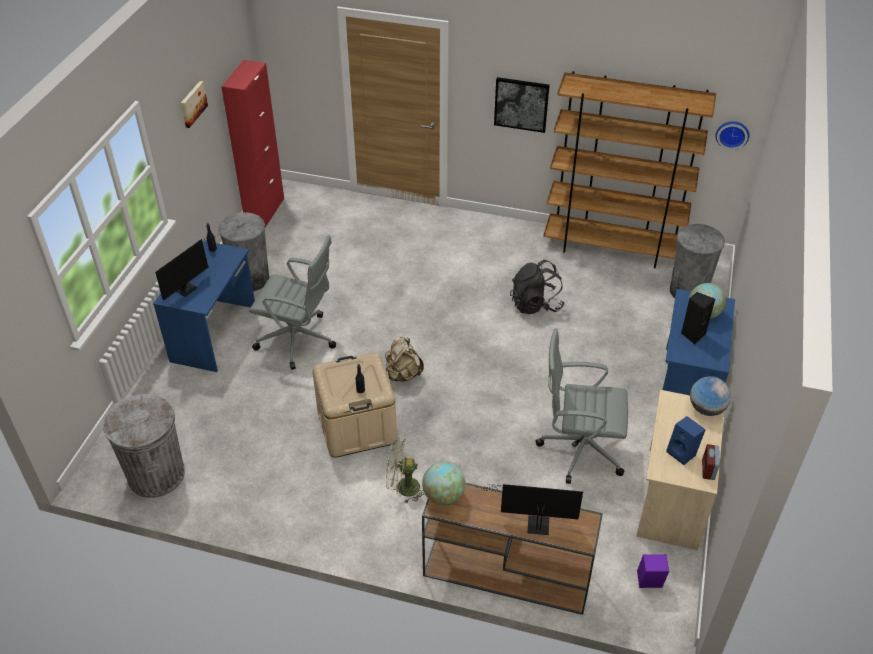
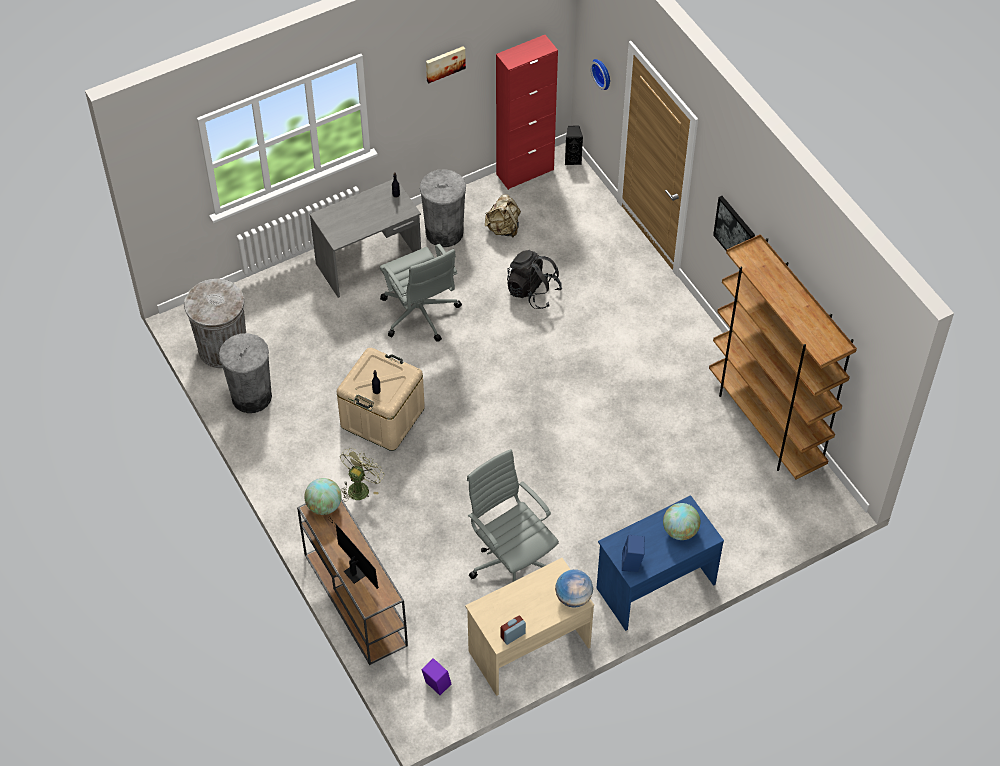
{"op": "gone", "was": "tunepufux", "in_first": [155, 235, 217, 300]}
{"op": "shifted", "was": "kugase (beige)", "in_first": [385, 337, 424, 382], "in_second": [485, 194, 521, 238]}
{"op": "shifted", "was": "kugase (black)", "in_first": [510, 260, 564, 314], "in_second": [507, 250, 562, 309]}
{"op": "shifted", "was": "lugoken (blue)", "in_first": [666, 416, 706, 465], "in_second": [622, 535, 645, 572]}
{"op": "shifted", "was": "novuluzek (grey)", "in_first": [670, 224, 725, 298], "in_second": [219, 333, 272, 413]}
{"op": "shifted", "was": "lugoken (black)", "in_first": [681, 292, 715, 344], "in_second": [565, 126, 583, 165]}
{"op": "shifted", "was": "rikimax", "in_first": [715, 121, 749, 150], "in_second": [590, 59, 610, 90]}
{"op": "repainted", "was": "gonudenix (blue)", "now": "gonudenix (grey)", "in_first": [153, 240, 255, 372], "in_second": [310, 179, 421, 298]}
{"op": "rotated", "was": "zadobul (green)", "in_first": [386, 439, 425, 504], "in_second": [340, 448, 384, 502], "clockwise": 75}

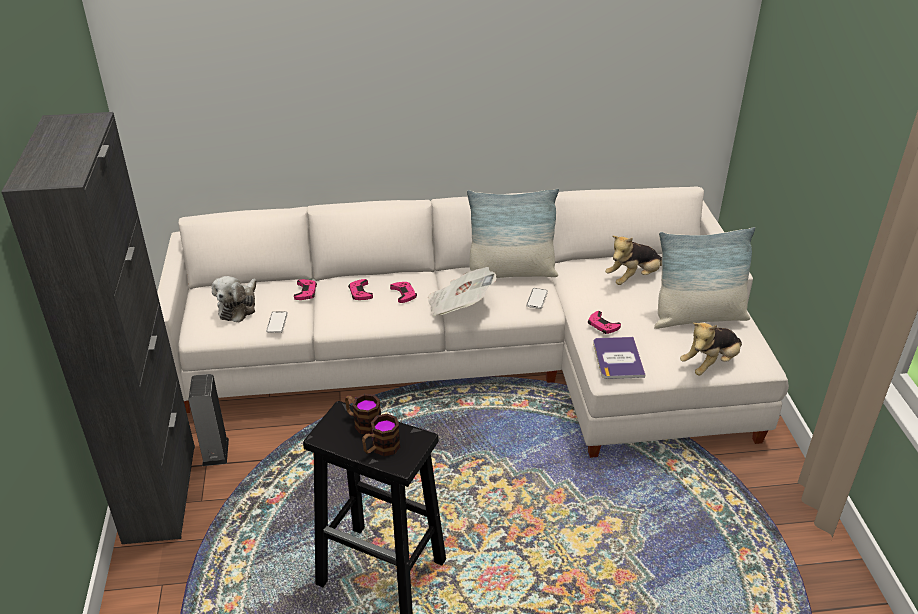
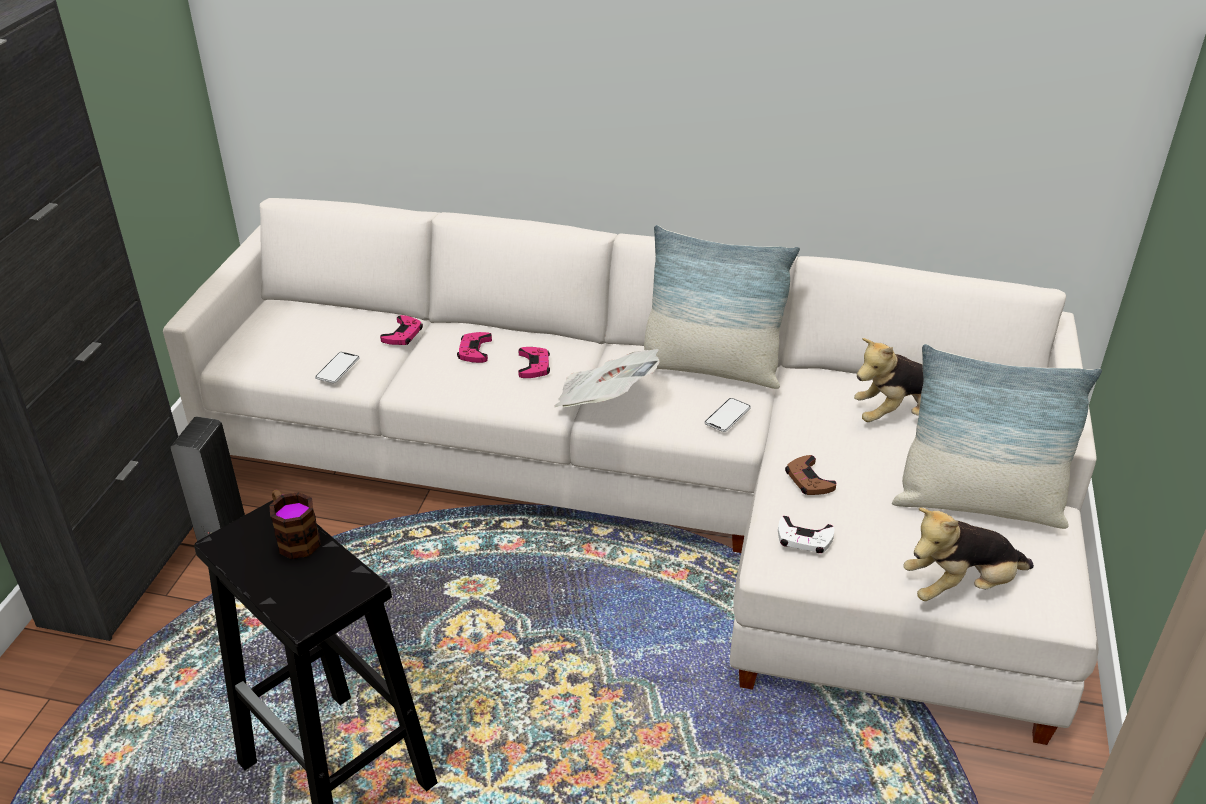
{"op": "gone", "was": "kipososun", "in_first": [212, 276, 257, 323]}
{"op": "gone", "was": "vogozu", "in_first": [362, 413, 400, 456]}
{"op": "swapped", "was": "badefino", "now": "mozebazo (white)", "in_first": [593, 337, 645, 379], "in_second": [778, 516, 834, 553]}
{"op": "repainted", "was": "mozebazo (pink)", "now": "mozebazo (brown)", "in_first": [588, 311, 621, 334], "in_second": [785, 455, 836, 495]}

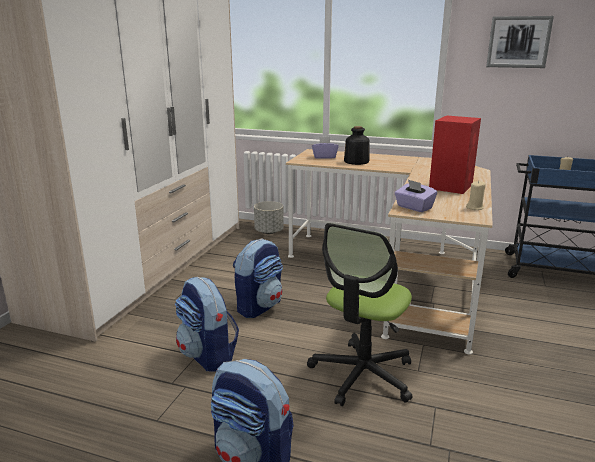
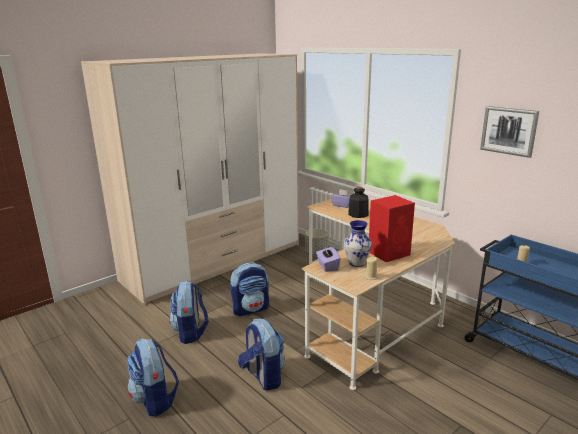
{"op": "new", "now": "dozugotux", "in_second": [344, 220, 372, 267]}
{"op": "swapped", "was": "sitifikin", "now": "kugase", "in_first": [307, 223, 413, 406], "in_second": [238, 319, 285, 391]}

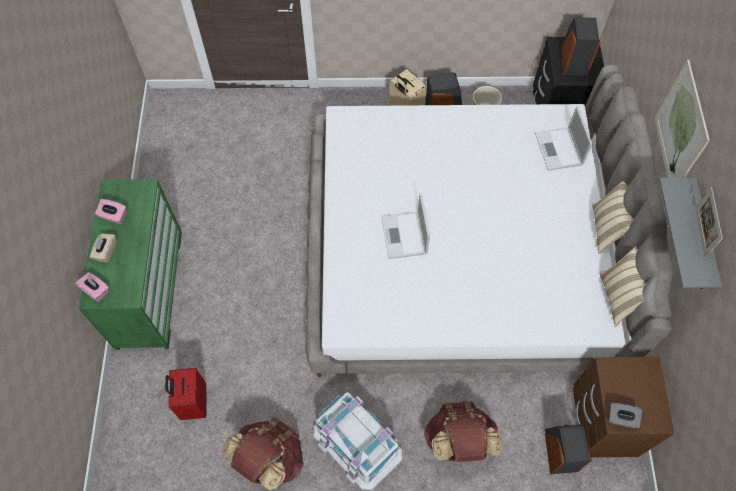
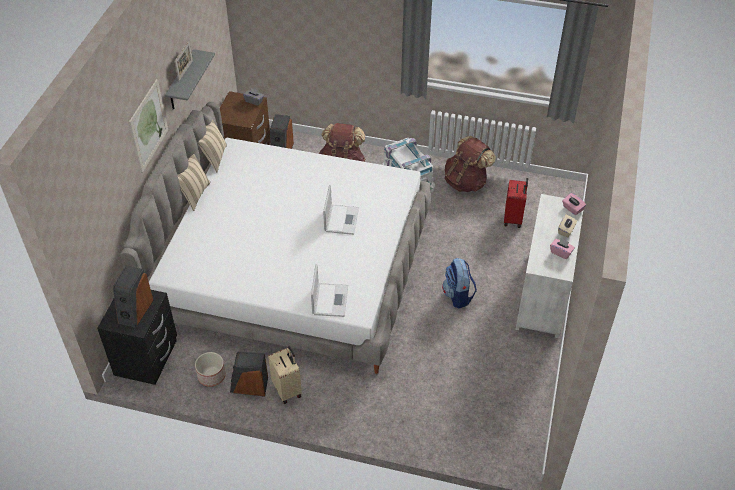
{"op": "new", "now": "kugase", "in_second": [442, 258, 477, 309]}
{"op": "shifted", "was": "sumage", "in_first": [535, 106, 593, 171], "in_second": [311, 264, 348, 317]}
{"op": "repainted", "was": "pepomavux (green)", "now": "pepomavux (white)", "in_first": [79, 179, 182, 350], "in_second": [515, 194, 583, 338]}

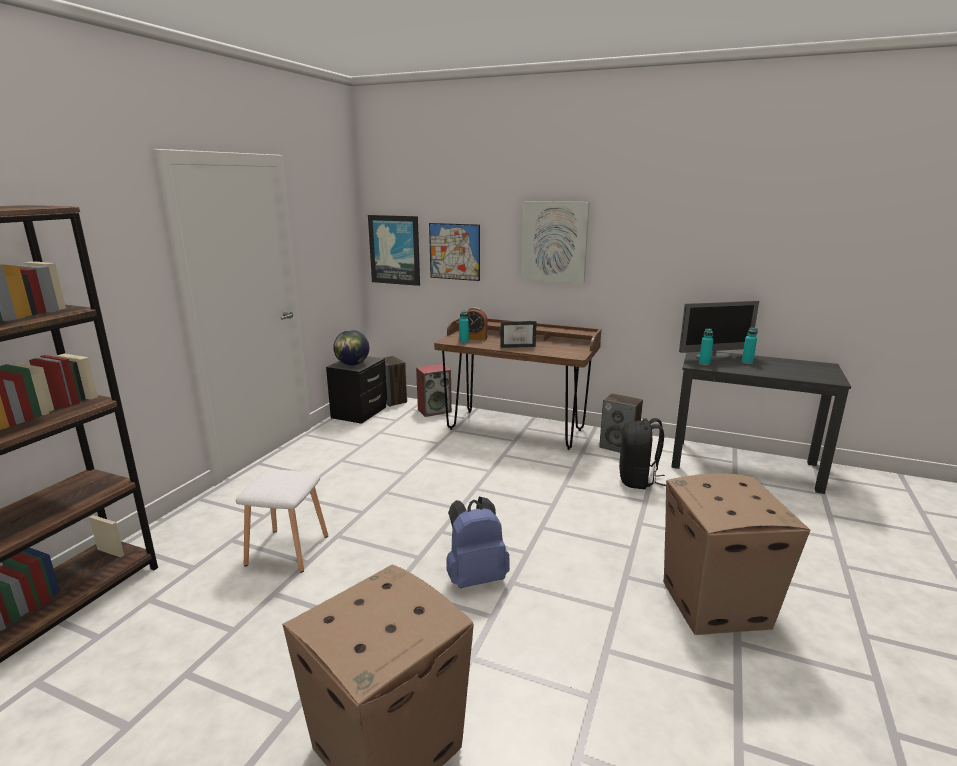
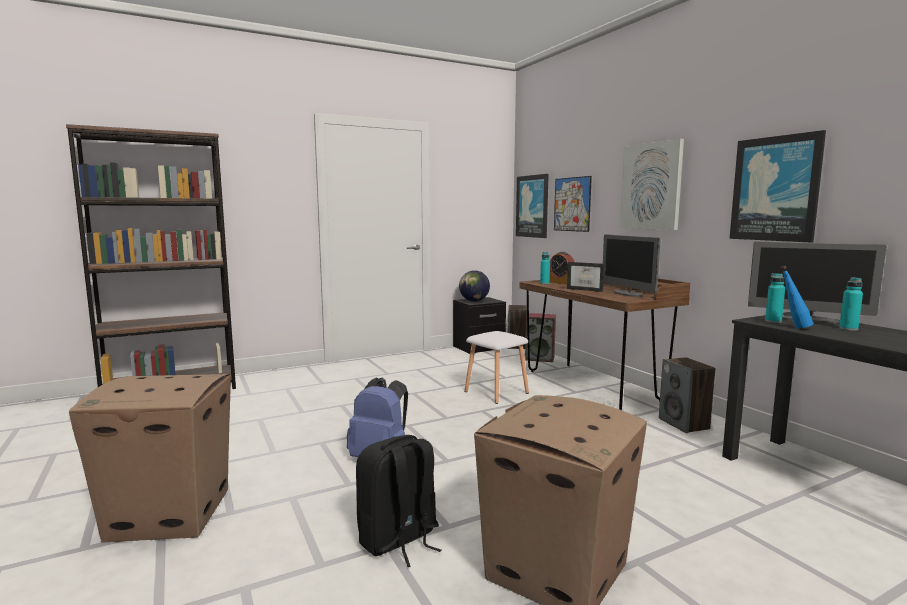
{"op": "new", "now": "tunepufux", "in_second": [603, 234, 661, 297]}
{"op": "new", "now": "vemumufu", "in_second": [730, 130, 826, 243]}
{"op": "new", "now": "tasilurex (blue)", "in_second": [781, 266, 813, 328]}
{"op": "shifted", "was": "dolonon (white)", "in_first": [236, 469, 328, 573], "in_second": [464, 331, 529, 404]}
{"op": "shifted", "was": "kugase (black)", "in_first": [619, 418, 666, 489], "in_second": [356, 435, 442, 567]}

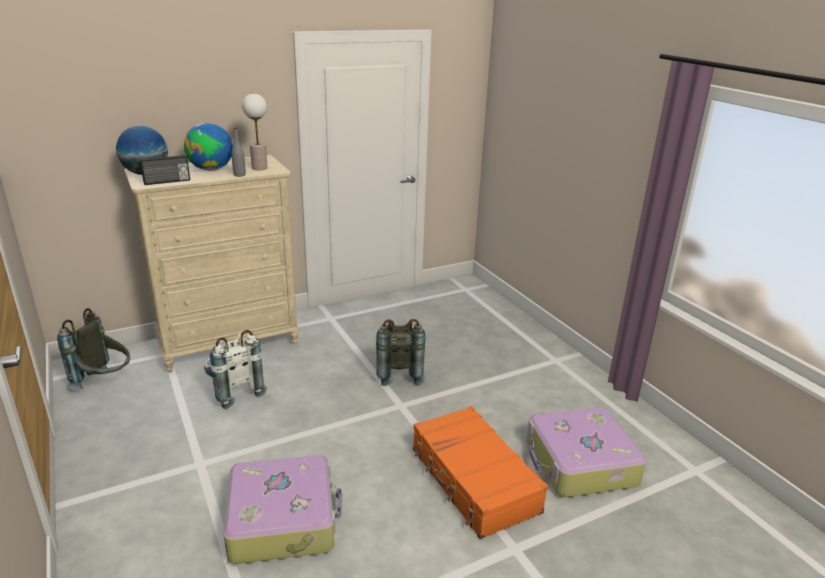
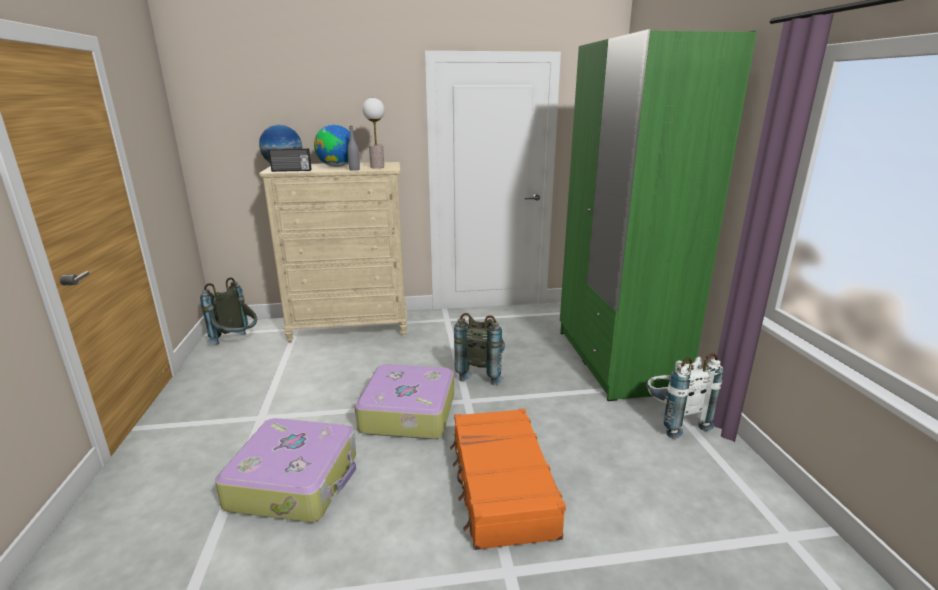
{"op": "new", "now": "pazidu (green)", "in_second": [560, 29, 757, 401]}
{"op": "shifted", "was": "kugase (white)", "in_first": [204, 330, 267, 409], "in_second": [646, 353, 724, 439]}
{"op": "shifted", "was": "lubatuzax", "in_first": [526, 407, 646, 497], "in_second": [354, 364, 454, 439]}

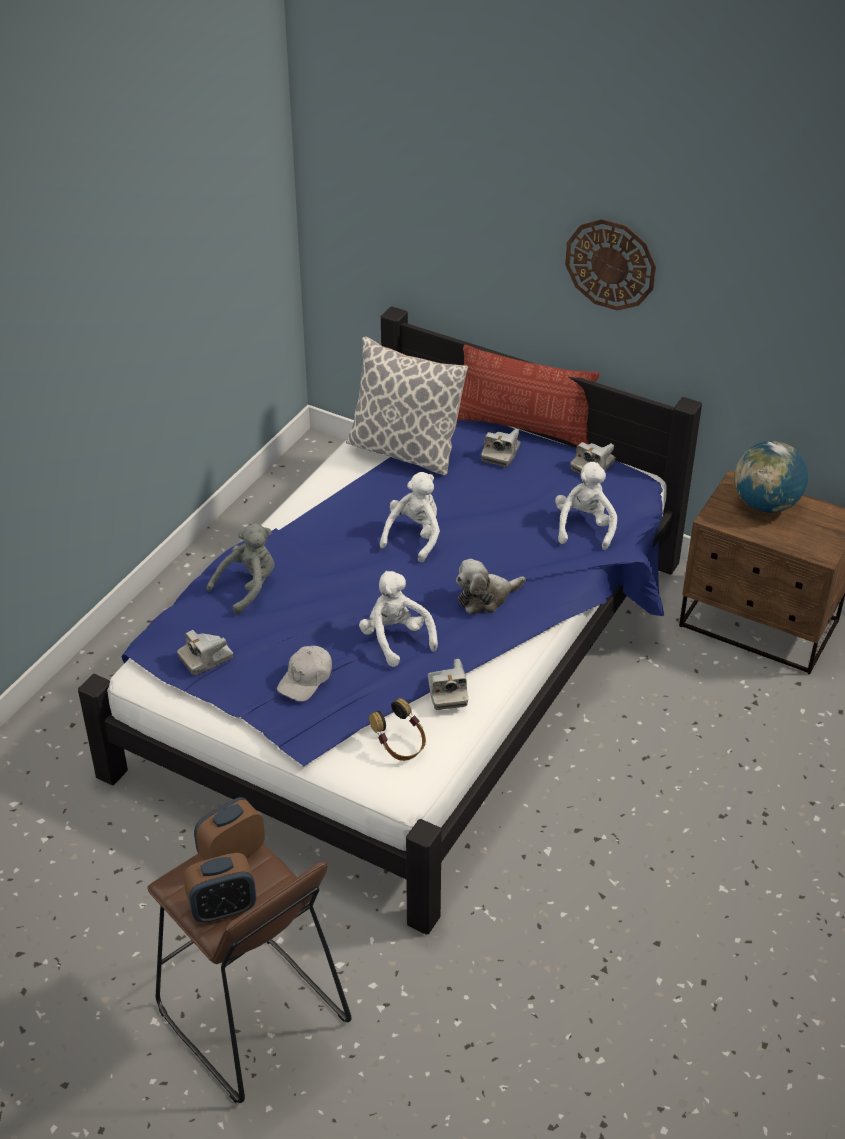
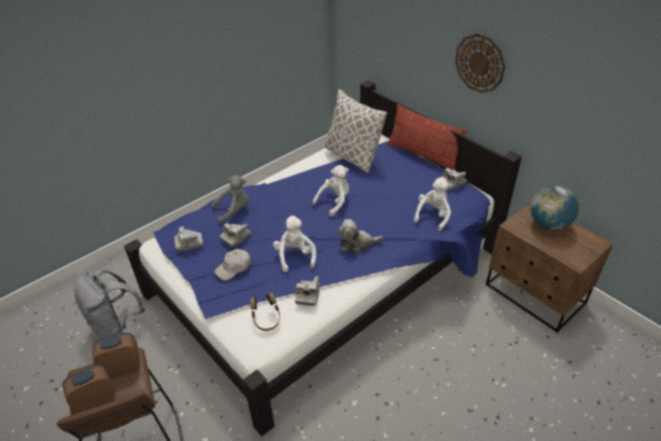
{"op": "new", "now": "kugase (grey)", "in_second": [74, 269, 145, 339]}
{"op": "shifted", "was": "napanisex", "in_first": [481, 429, 521, 467], "in_second": [220, 223, 251, 248]}
{"op": "rotated", "was": "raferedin", "in_first": [183, 853, 256, 923], "in_second": [62, 365, 115, 413], "clockwise": 150}

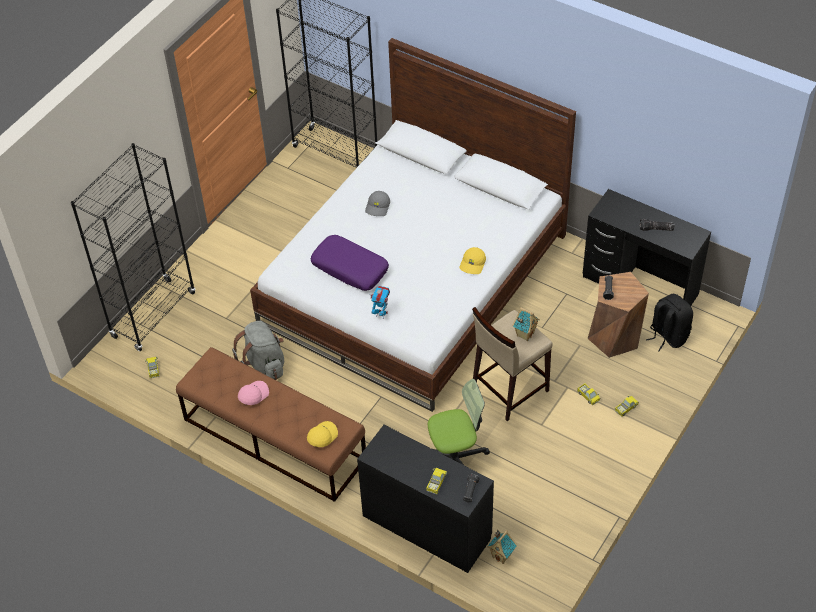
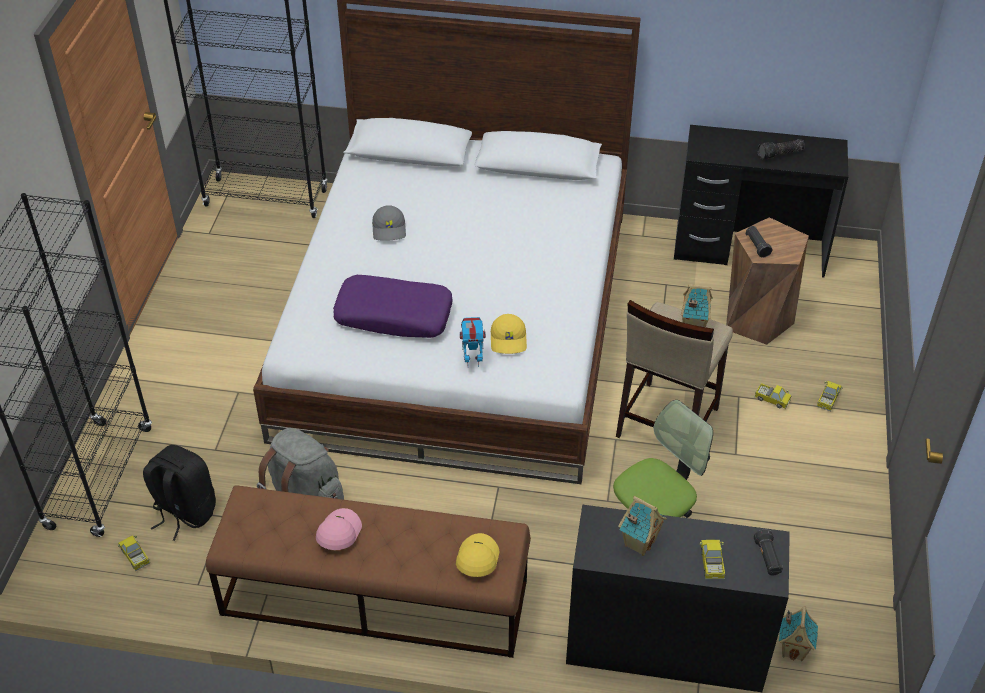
{"op": "new", "now": "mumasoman", "in_second": [618, 496, 667, 556]}
{"op": "shifted", "was": "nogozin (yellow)", "in_first": [459, 247, 486, 274], "in_second": [491, 314, 527, 354]}
{"op": "shifted", "was": "kugase (black)", "in_first": [646, 294, 693, 351], "in_second": [143, 445, 216, 541]}

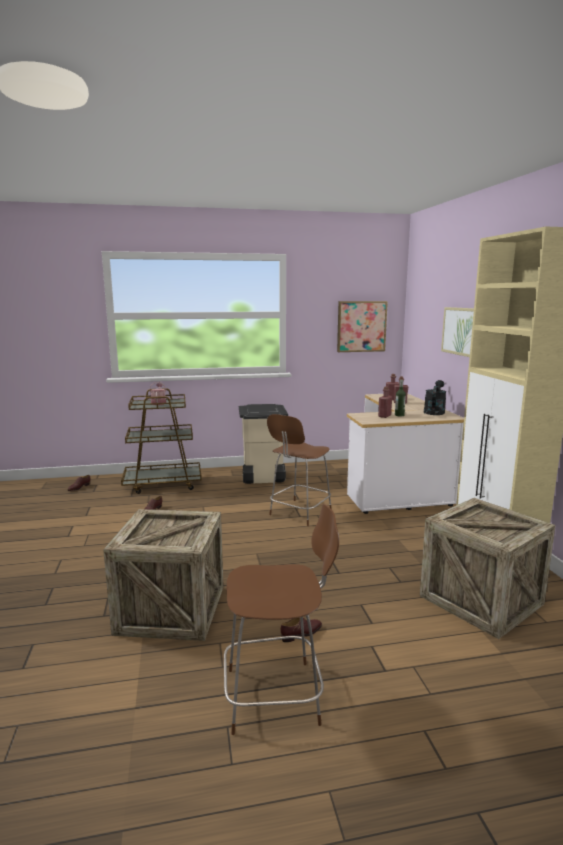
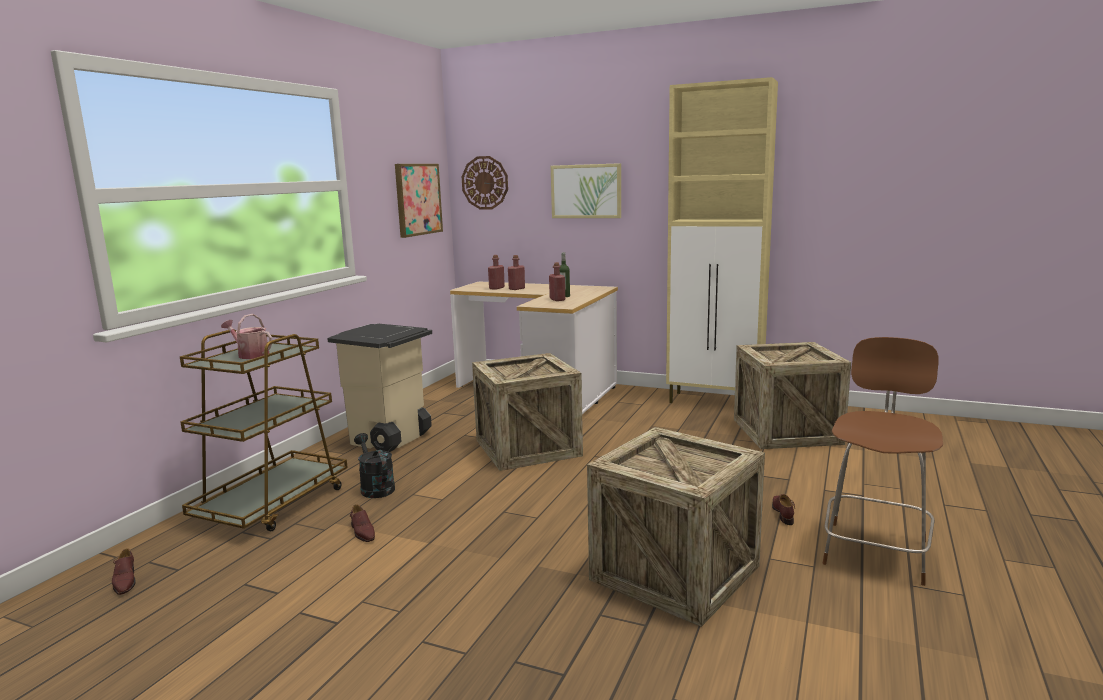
{"op": "new", "now": "rikimax", "in_second": [462, 156, 508, 210]}
{"op": "shifted", "was": "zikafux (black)", "in_first": [424, 380, 447, 415], "in_second": [354, 433, 395, 498]}
{"op": "swapped", "was": "dolonon (brown)", "now": "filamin", "in_first": [267, 414, 332, 526], "in_second": [472, 353, 583, 471]}

